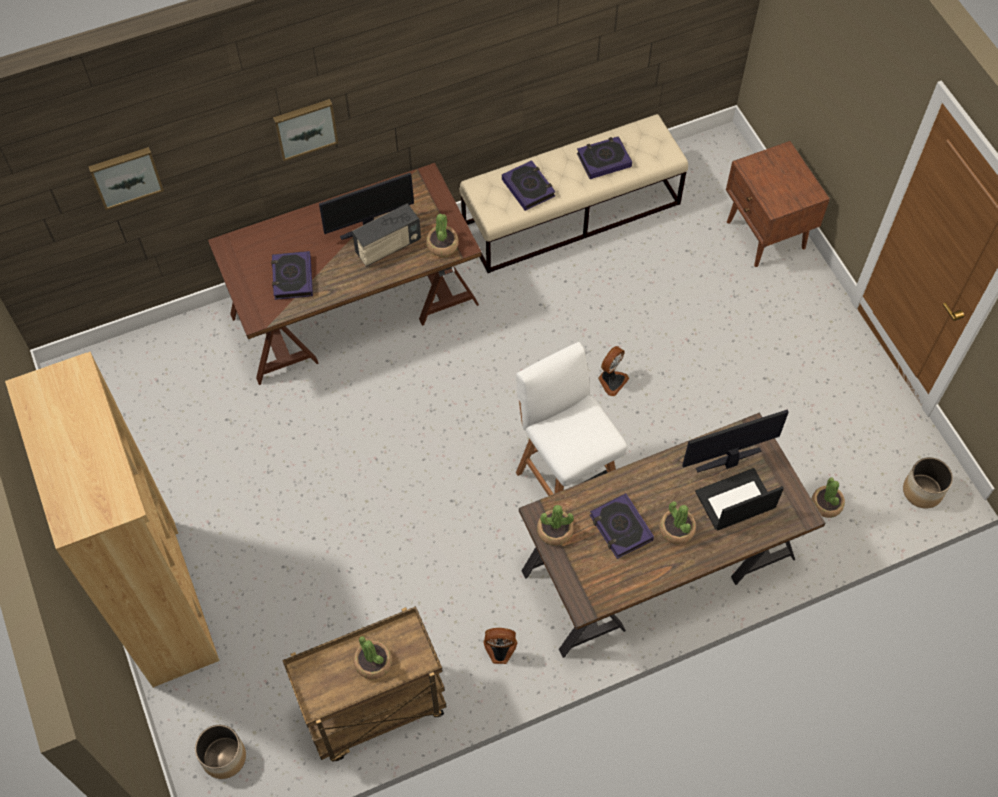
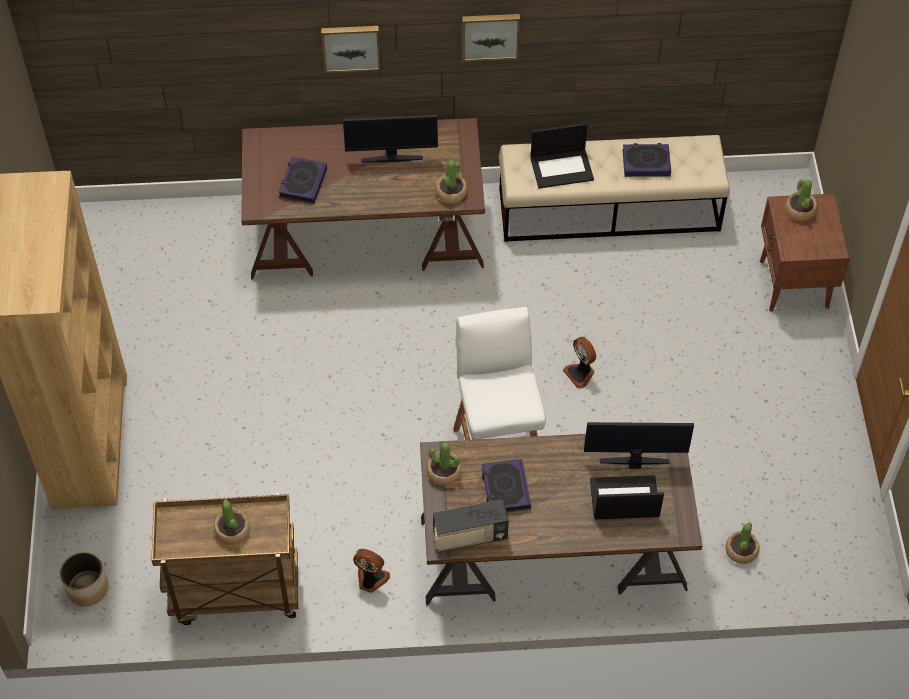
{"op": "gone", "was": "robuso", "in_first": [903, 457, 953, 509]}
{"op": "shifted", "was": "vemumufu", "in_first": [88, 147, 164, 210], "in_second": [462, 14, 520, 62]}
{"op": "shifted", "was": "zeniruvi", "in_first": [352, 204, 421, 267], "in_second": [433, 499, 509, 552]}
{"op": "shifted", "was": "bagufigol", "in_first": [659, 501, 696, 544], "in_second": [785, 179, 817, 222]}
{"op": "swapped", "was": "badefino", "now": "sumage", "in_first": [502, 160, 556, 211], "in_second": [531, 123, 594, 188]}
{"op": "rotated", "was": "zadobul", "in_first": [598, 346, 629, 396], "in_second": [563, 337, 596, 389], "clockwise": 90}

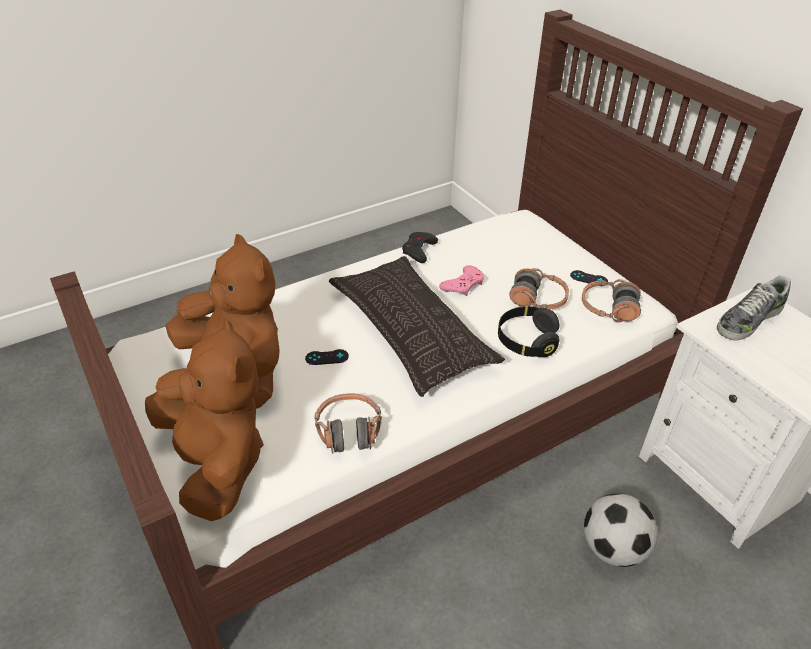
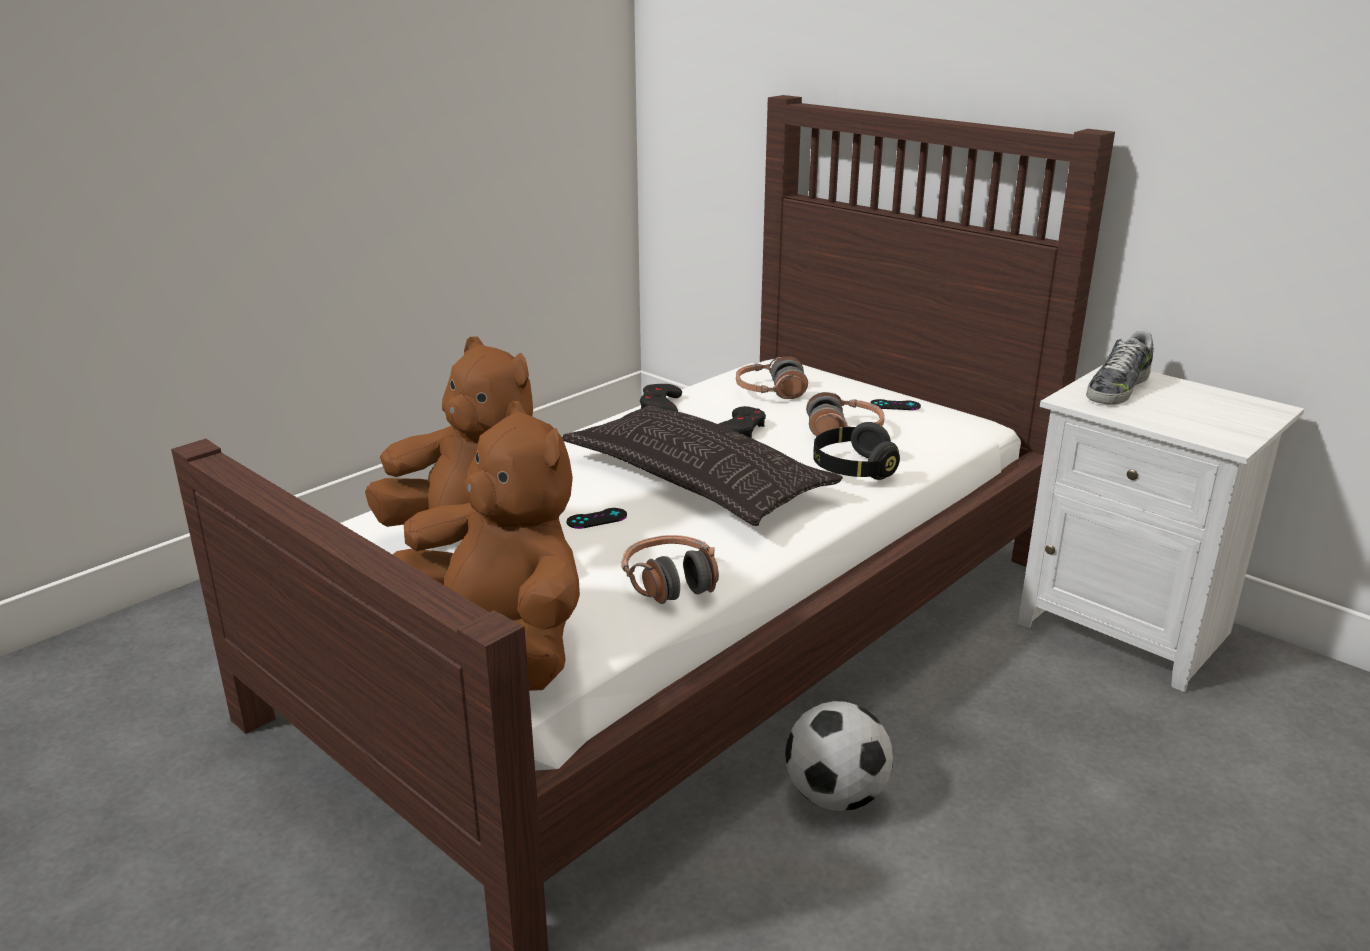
{"op": "shifted", "was": "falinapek", "in_first": [582, 279, 641, 322], "in_second": [736, 356, 808, 399]}
{"op": "shifted", "was": "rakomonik", "in_first": [584, 494, 658, 567], "in_second": [785, 701, 893, 811]}
{"op": "repainted", "was": "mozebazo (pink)", "now": "mozebazo (black)", "in_first": [439, 265, 484, 296], "in_second": [719, 406, 766, 438]}

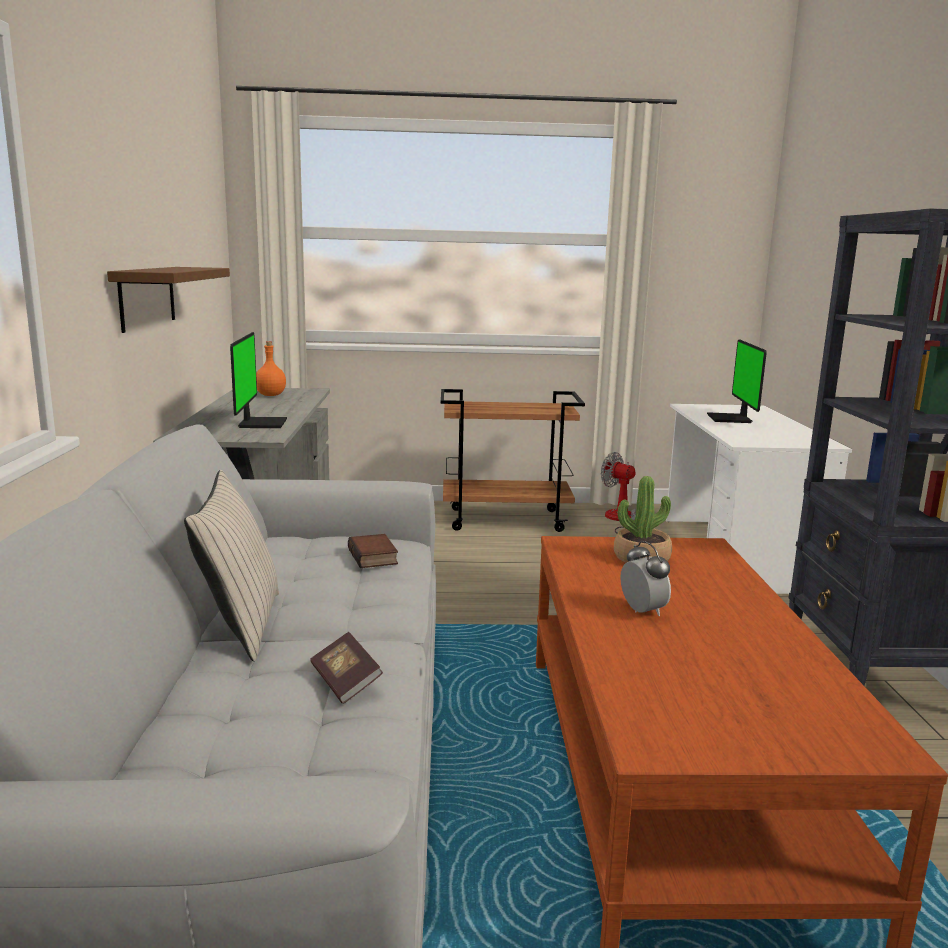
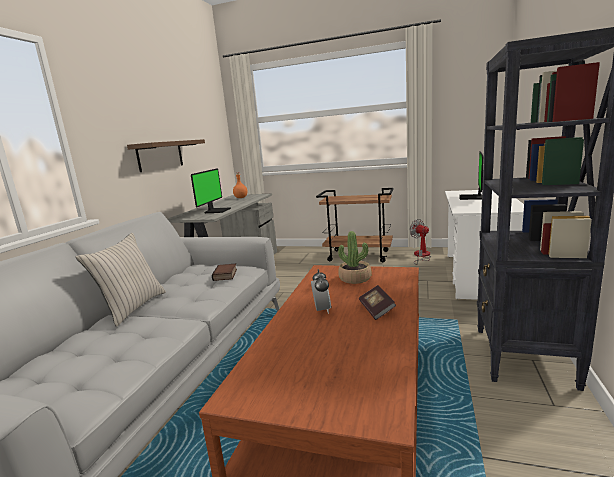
{"op": "shifted", "was": "badefino", "in_first": [310, 632, 383, 704], "in_second": [359, 285, 396, 320]}

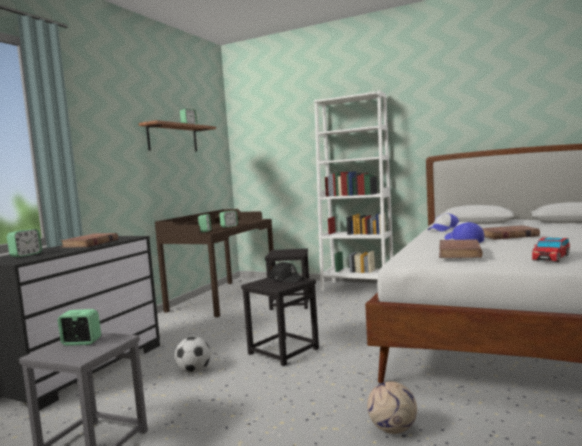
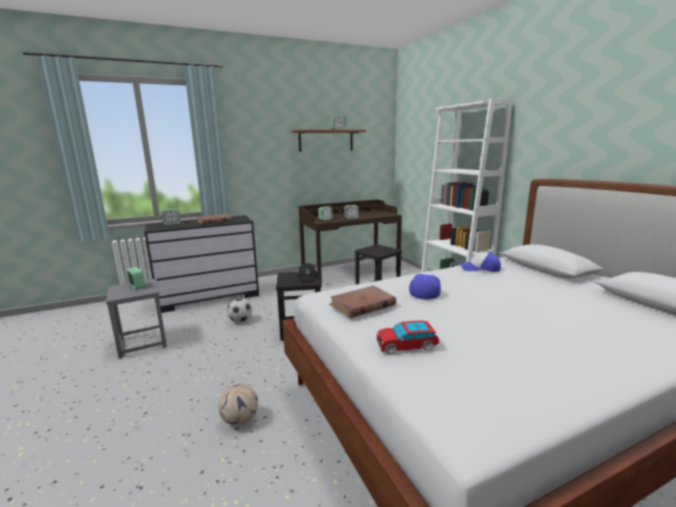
{"op": "gone", "was": "badefino (brown)", "in_first": [482, 225, 540, 240]}

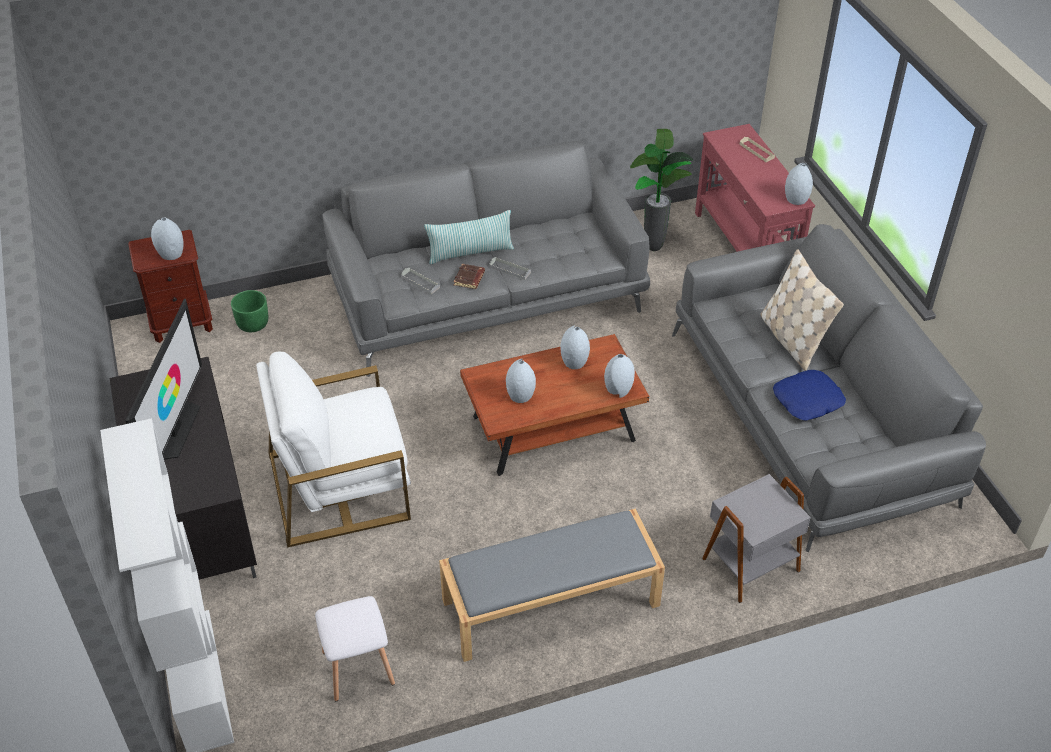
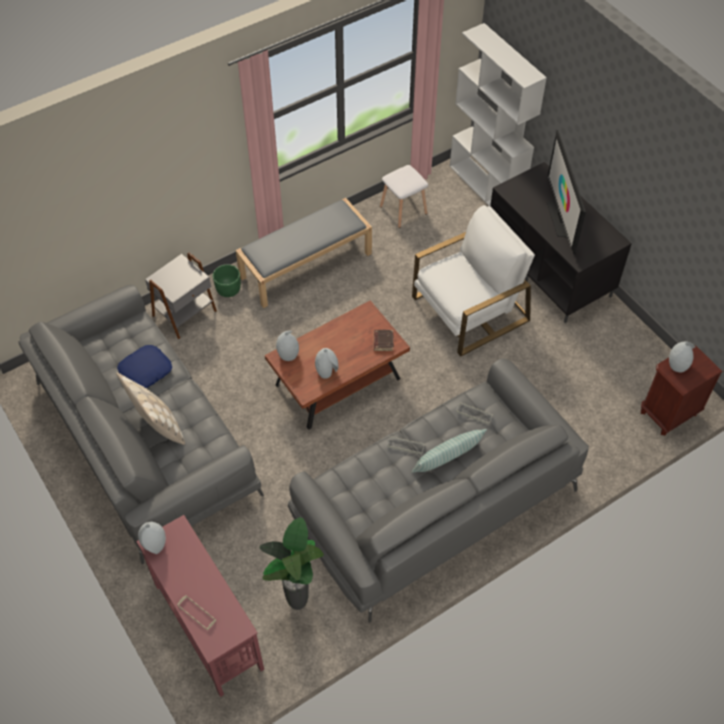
{"op": "gone", "was": "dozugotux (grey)", "in_first": [506, 359, 536, 403]}
{"op": "shifted", "was": "robuso (green)", "in_first": [231, 290, 268, 332], "in_second": [213, 264, 241, 297]}
{"op": "shifted", "was": "badefino (brown)", "in_first": [454, 264, 485, 289], "in_second": [374, 330, 394, 351]}

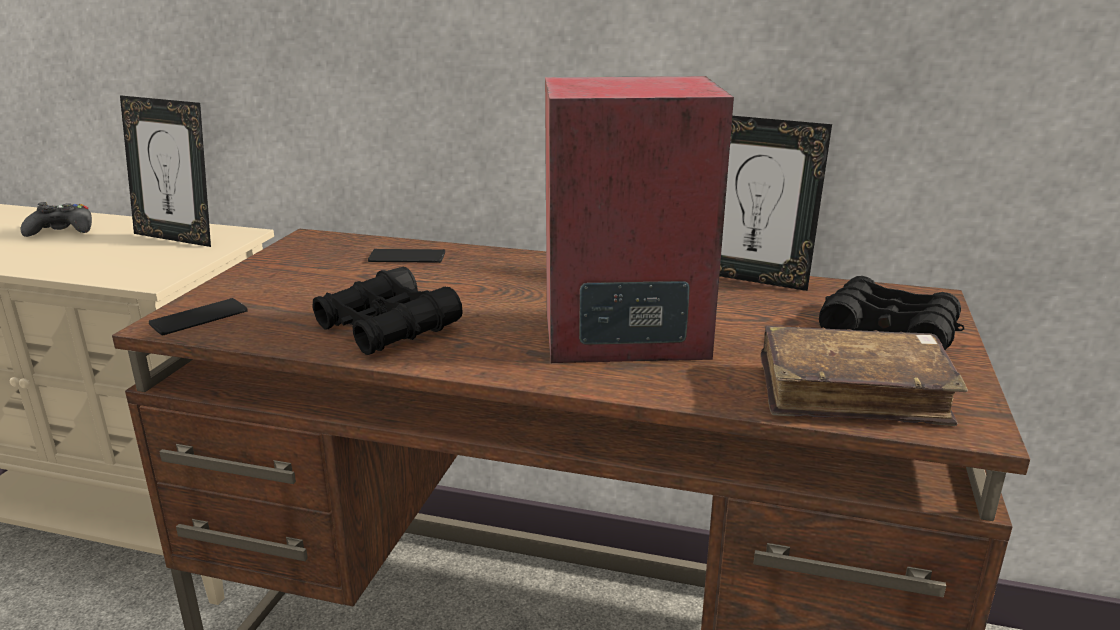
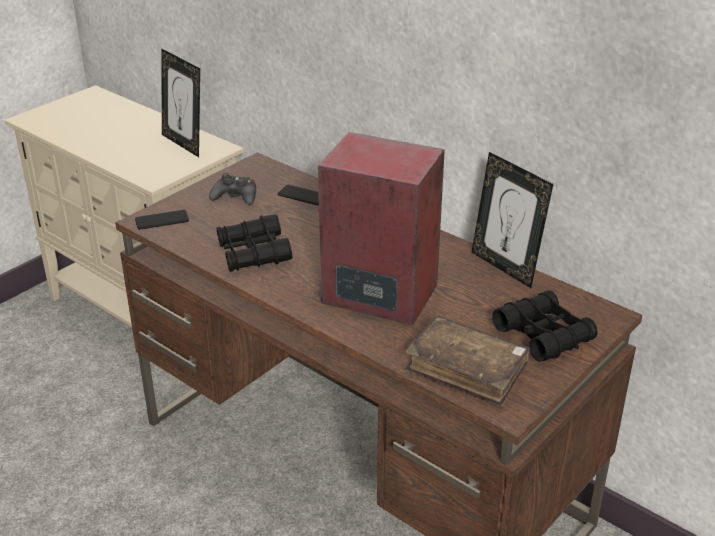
{"op": "shifted", "was": "mozebazo (black)", "in_first": [20, 202, 92, 237], "in_second": [209, 173, 256, 205]}

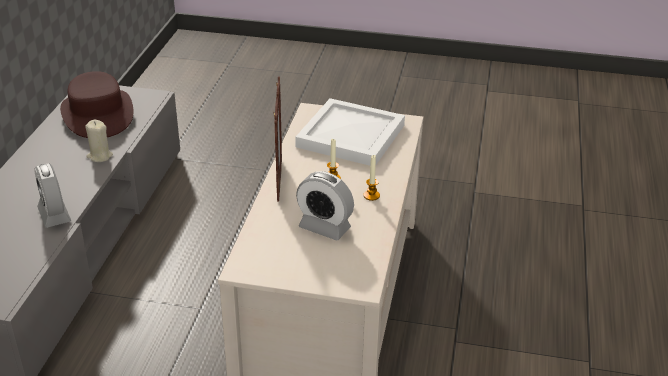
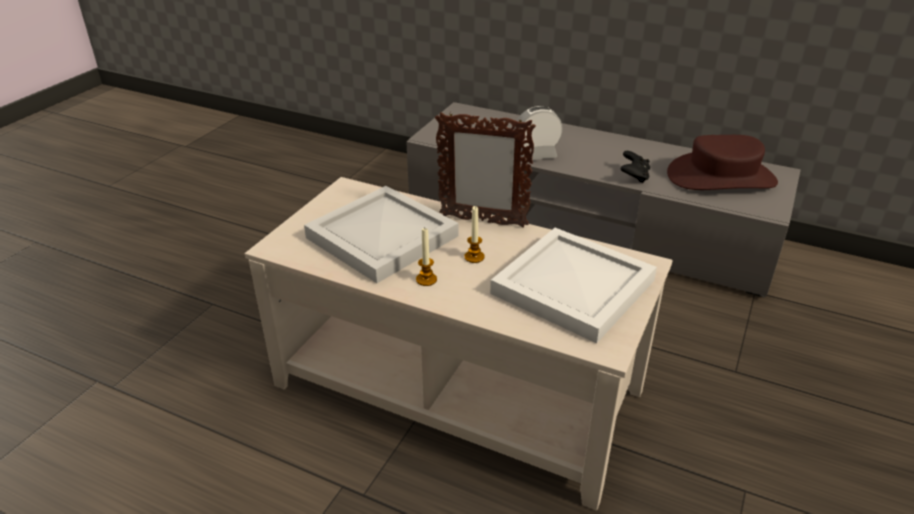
{"op": "swapped", "was": "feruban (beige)", "now": "mozebazo (black)", "in_first": [86, 120, 113, 162], "in_second": [620, 151, 650, 183]}
{"op": "swapped", "was": "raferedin", "now": "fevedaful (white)", "in_first": [296, 171, 354, 241], "in_second": [304, 186, 459, 283]}

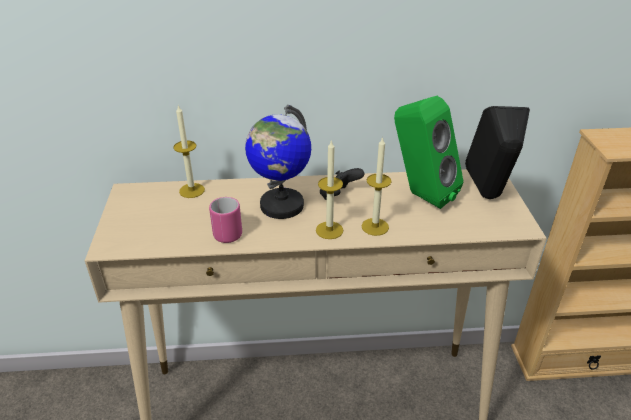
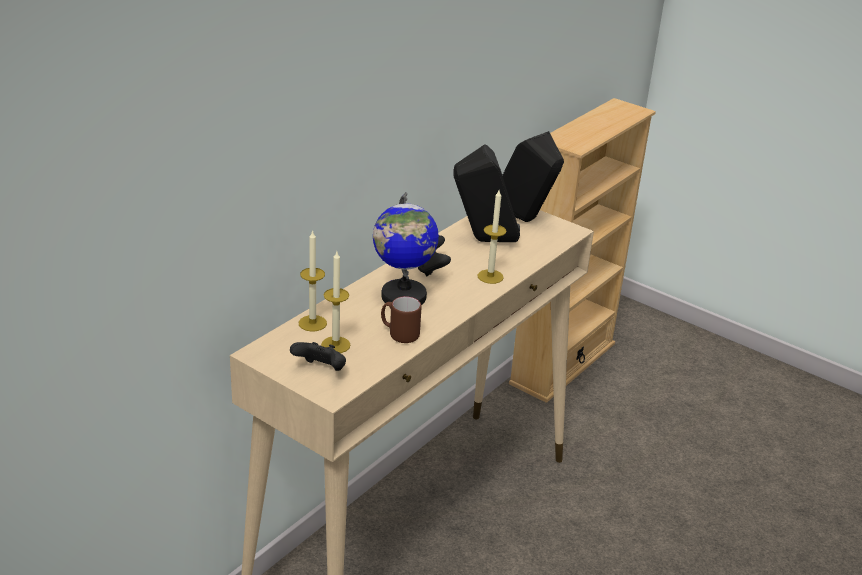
{"op": "new", "now": "mozebazo (black)", "in_second": [290, 342, 346, 371]}
{"op": "shifted", "was": "feruban", "in_first": [316, 139, 343, 239], "in_second": [321, 252, 350, 353]}
{"op": "repainted", "was": "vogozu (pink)", "now": "vogozu (brown)", "in_first": [209, 197, 242, 243], "in_second": [381, 296, 422, 343]}
{"op": "repainted", "was": "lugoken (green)", "now": "lugoken (black)", "in_first": [394, 96, 463, 209], "in_second": [453, 144, 520, 242]}

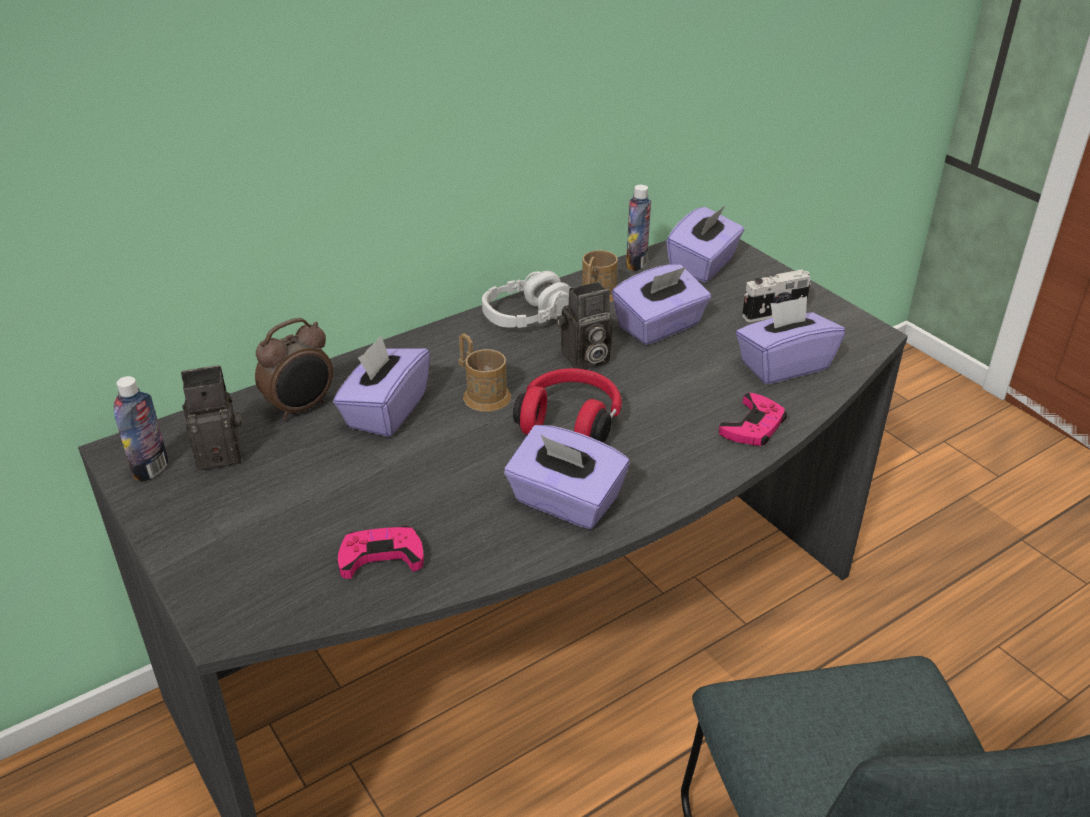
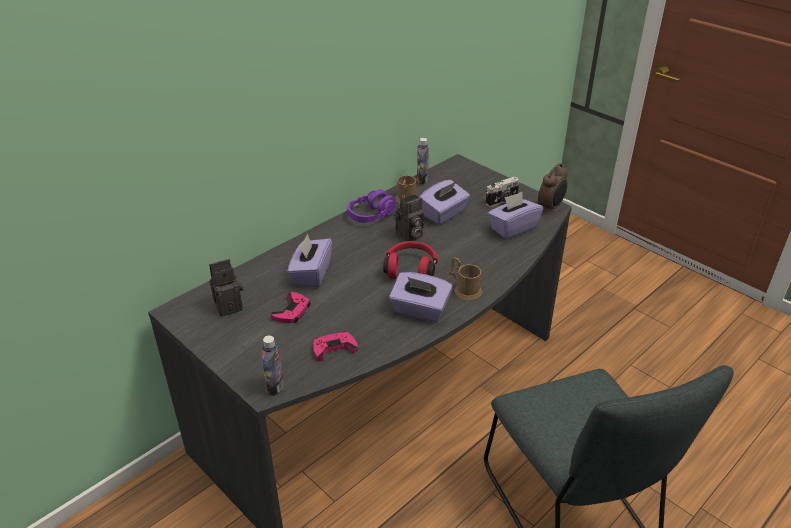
{"op": "gone", "was": "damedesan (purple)", "in_first": [666, 205, 744, 282]}
{"op": "shifted", "was": "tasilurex", "in_first": [114, 376, 168, 482], "in_second": [261, 335, 284, 396]}
{"op": "shifted", "was": "raferedin", "in_first": [255, 318, 333, 421], "in_second": [538, 163, 568, 214]}
{"op": "shifted", "was": "vogozu (brown)", "in_first": [458, 333, 511, 412], "in_second": [449, 257, 482, 300]}
{"op": "shifted", "was": "mozebazo (pink)", "in_first": [719, 393, 787, 446], "in_second": [271, 292, 311, 323]}
{"op": "repainted", "was": "falinapek (grey)", "now": "falinapek (purple)", "in_first": [482, 271, 571, 328], "in_second": [347, 189, 396, 223]}

